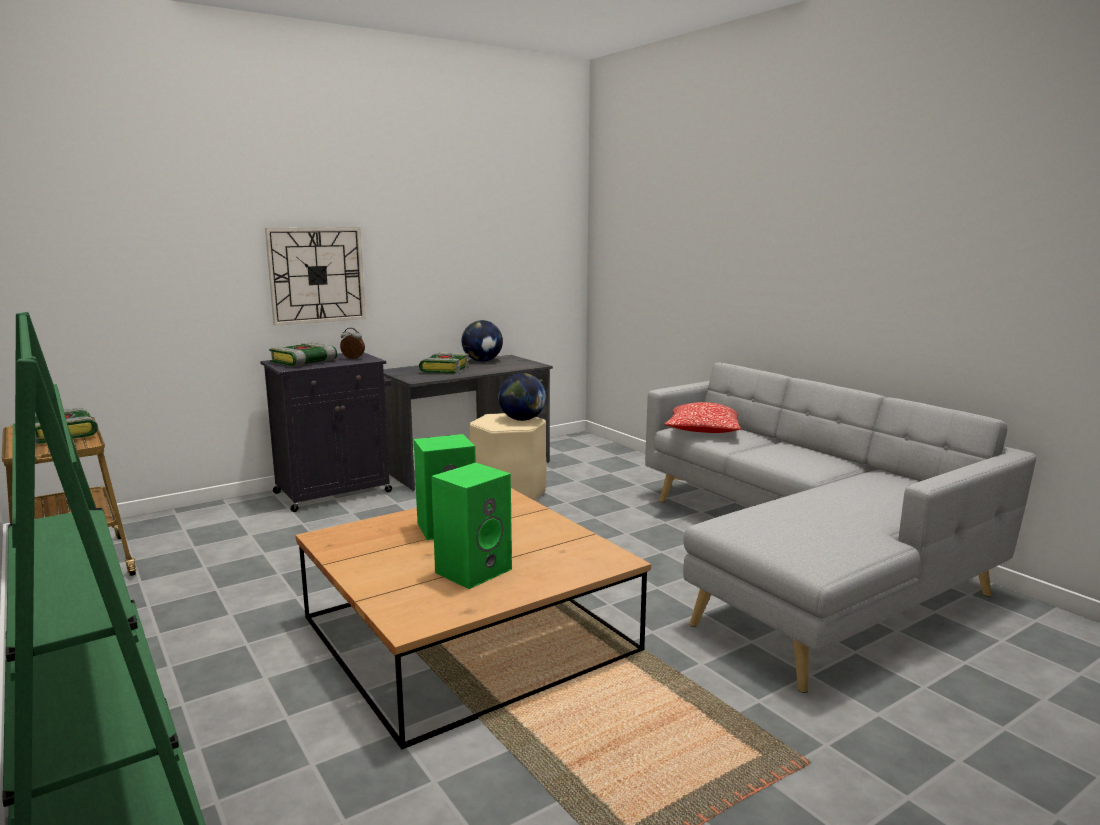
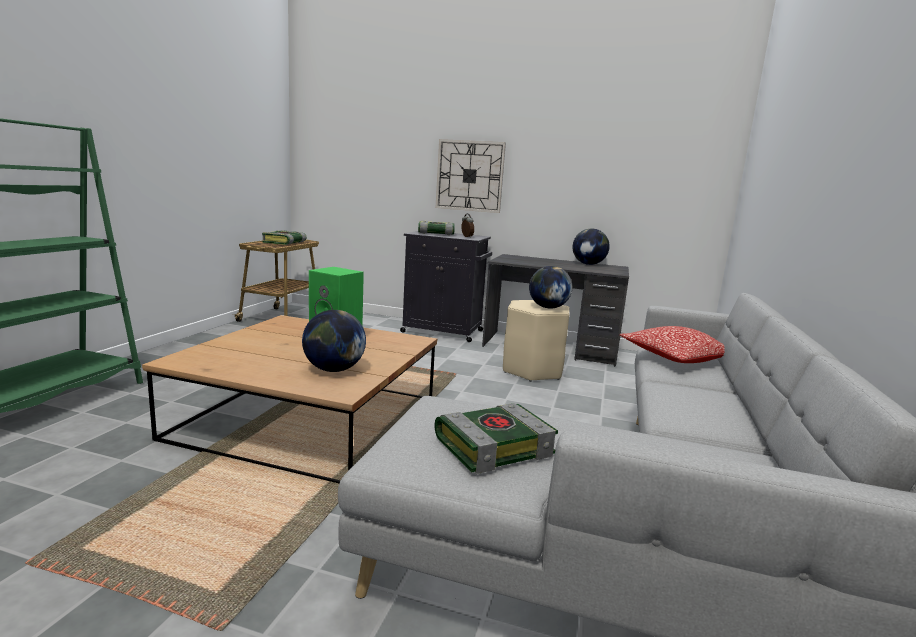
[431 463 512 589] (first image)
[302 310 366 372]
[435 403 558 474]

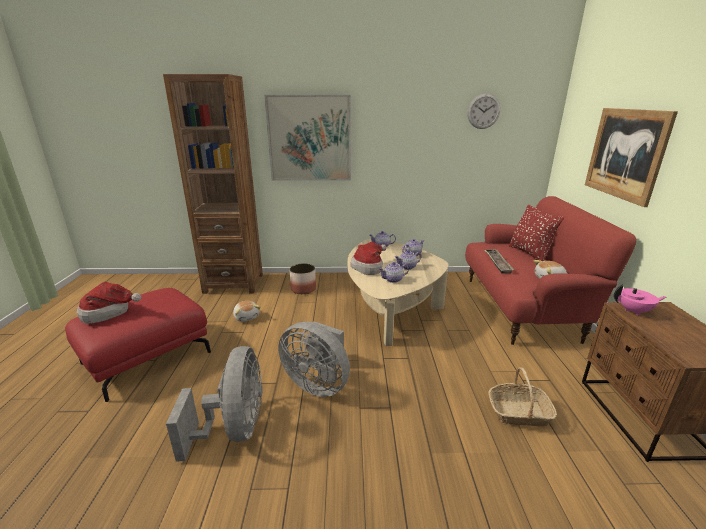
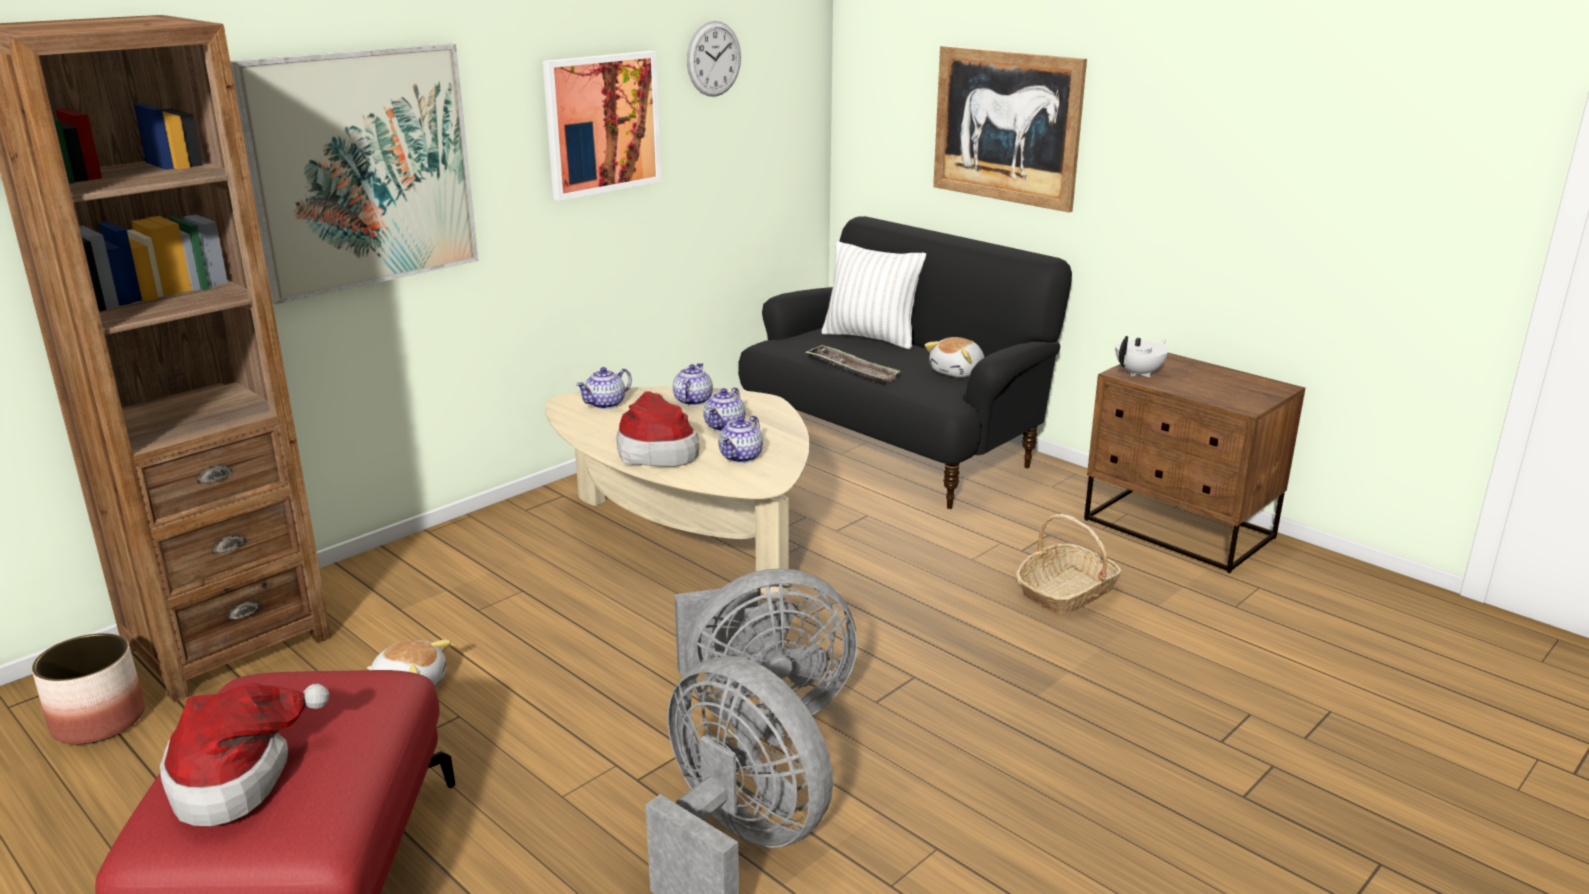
[543 51 661 201]
[32 633 145 744]
[738 216 1072 509]
[821 242 926 349]
[1115 336 1168 378]

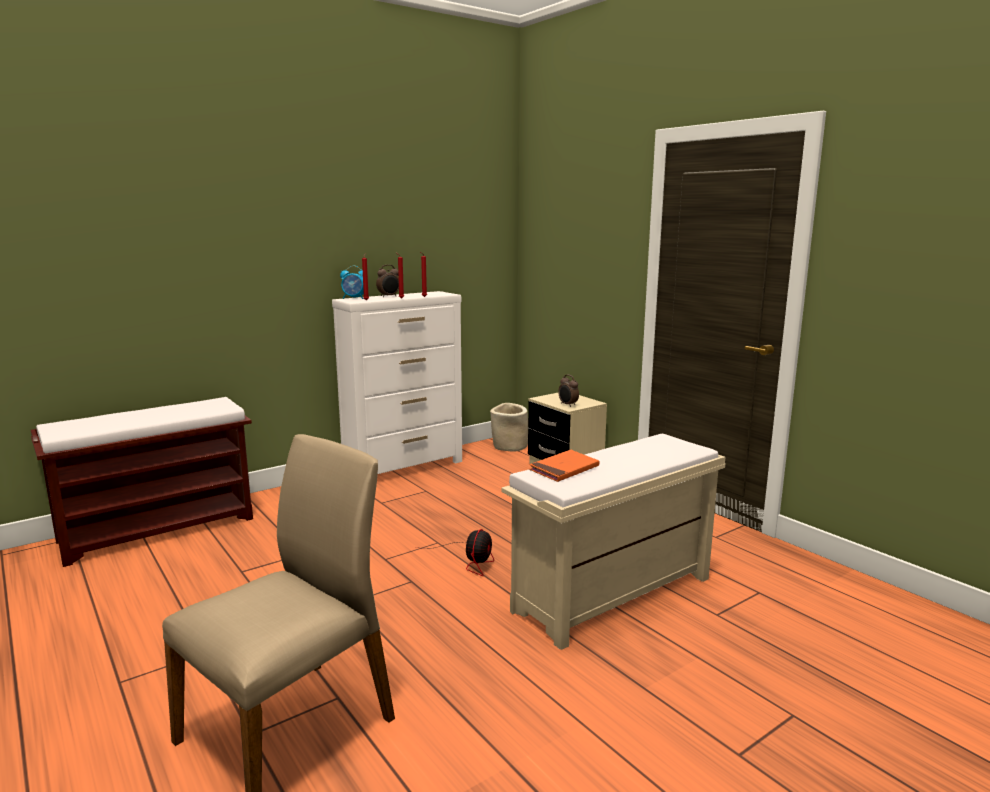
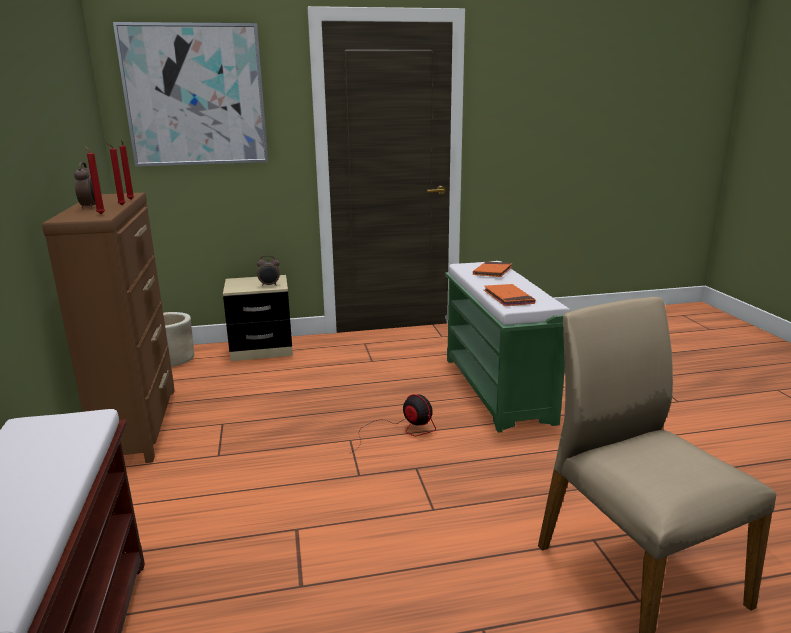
[340 266 364 299] (first image)
[113 22 268 166]
[473 261 512 277]
[42 192 175 463]
[445 261 570 433]

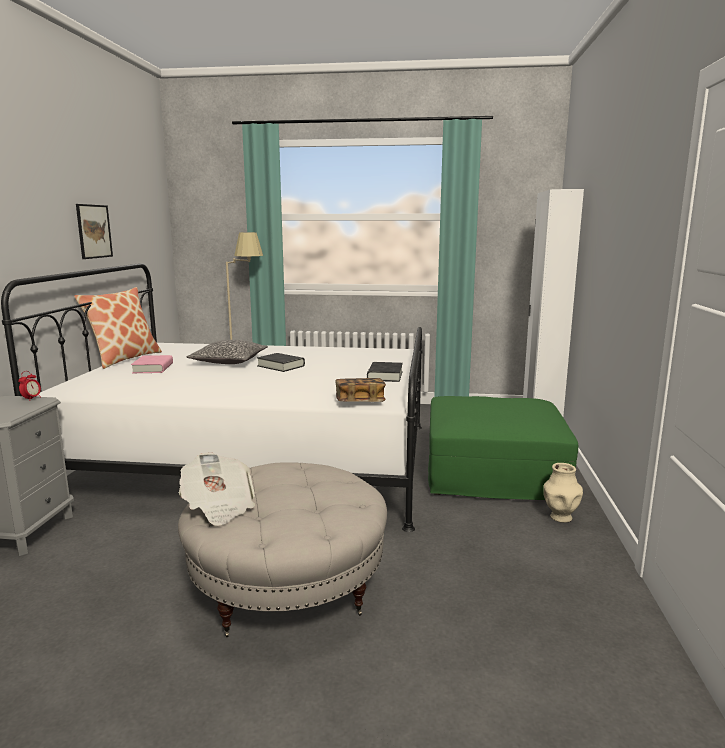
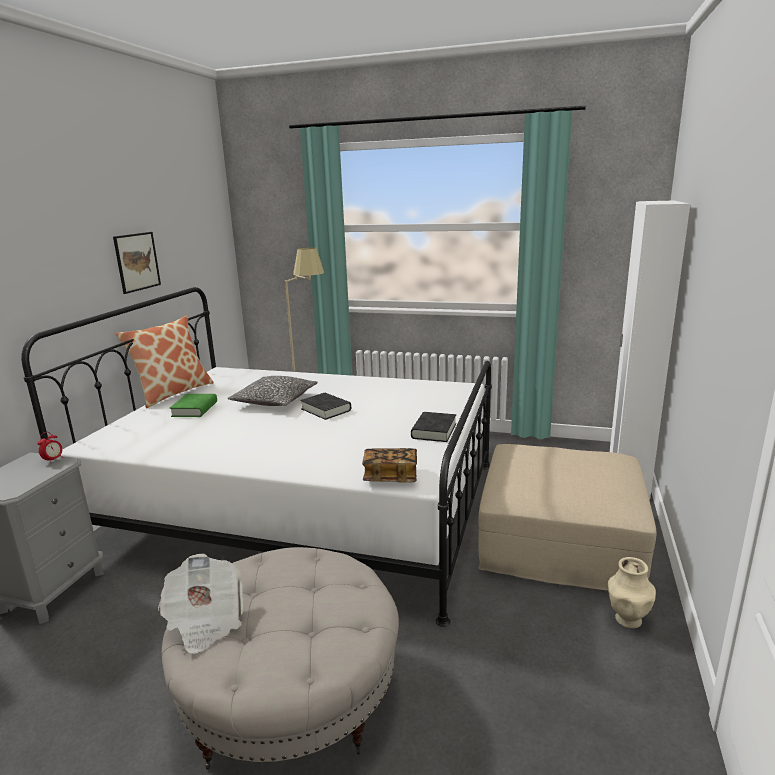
[170 394 217 417]
[478 444 657 591]

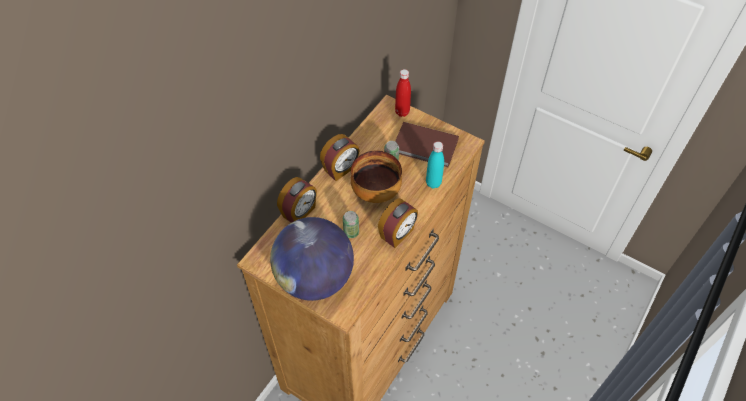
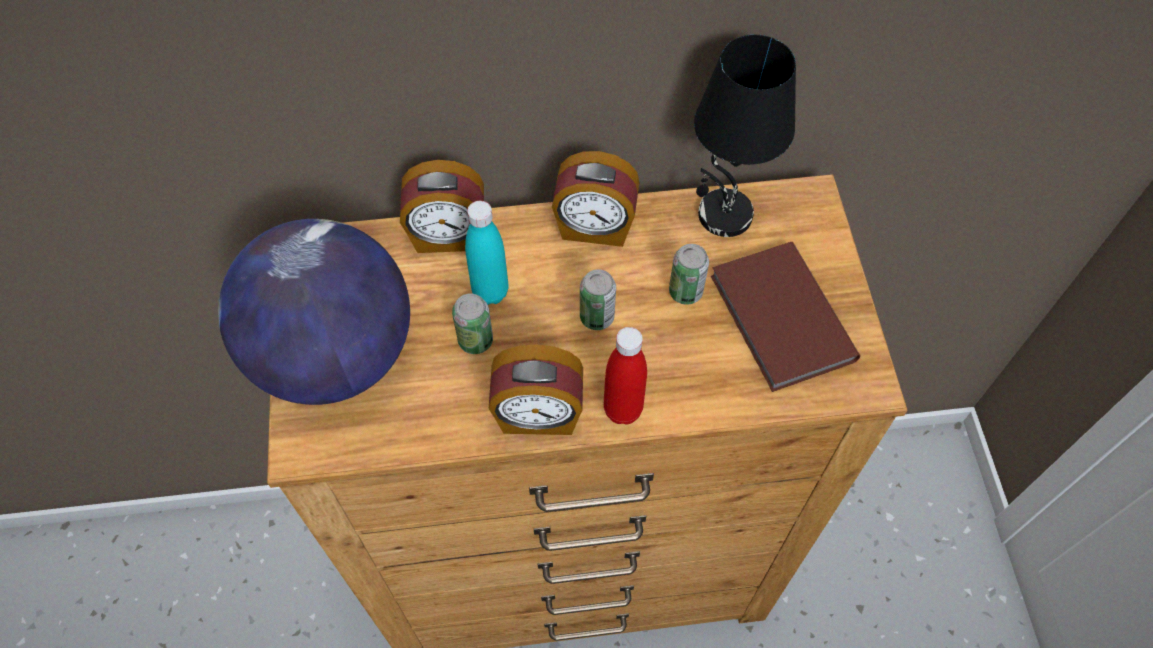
[694 34 796 237]
[604 327 647 425]
[465 201 508 305]
[580 269 616 330]

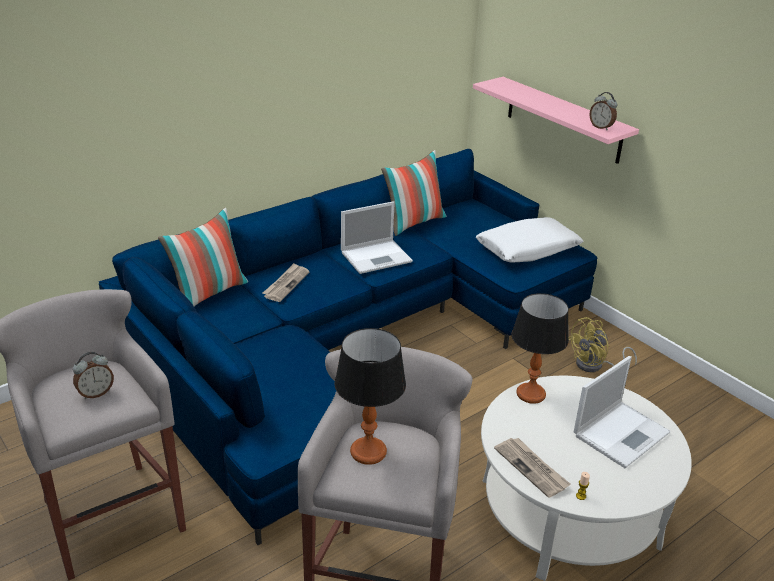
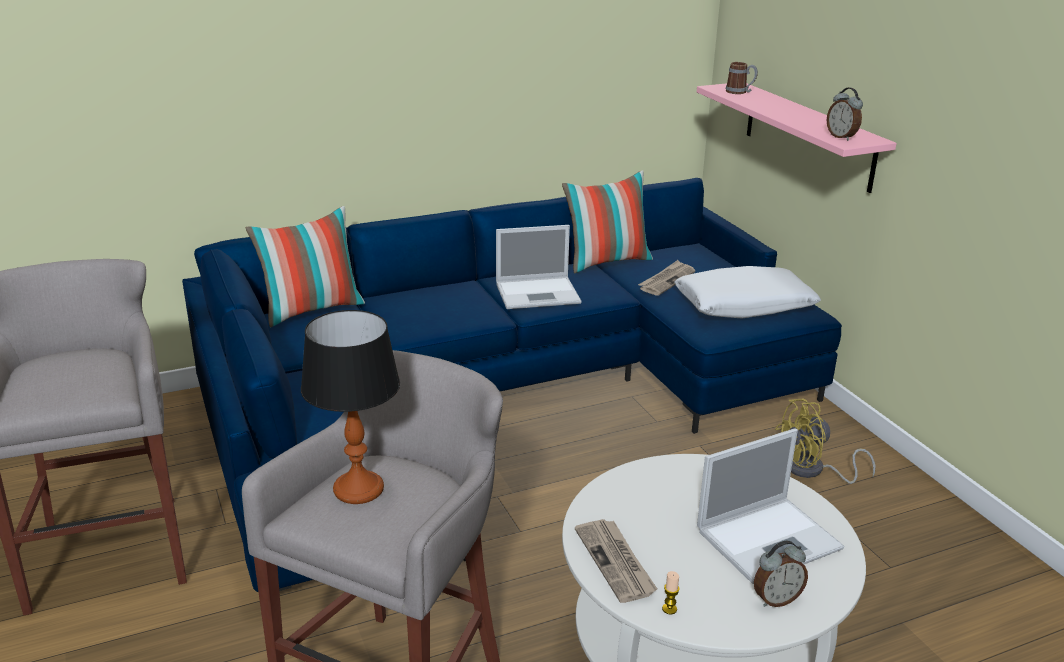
[511 293 569 404] (first image)
[726 62 758 94]
[754 541 808 607]
[638 260 695 296]

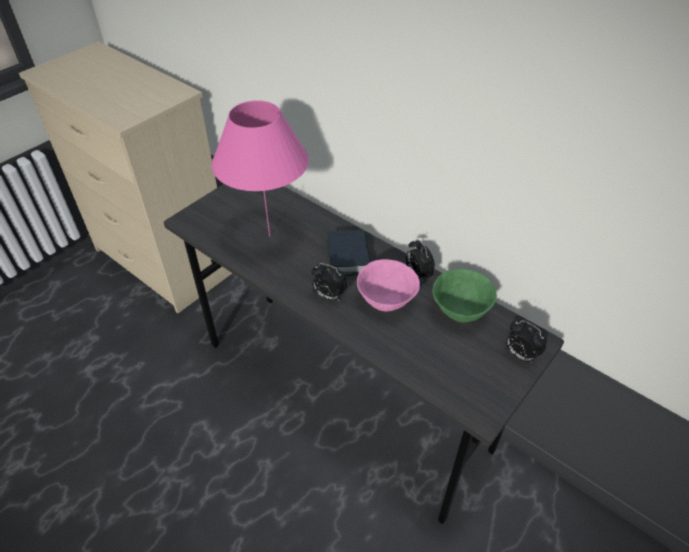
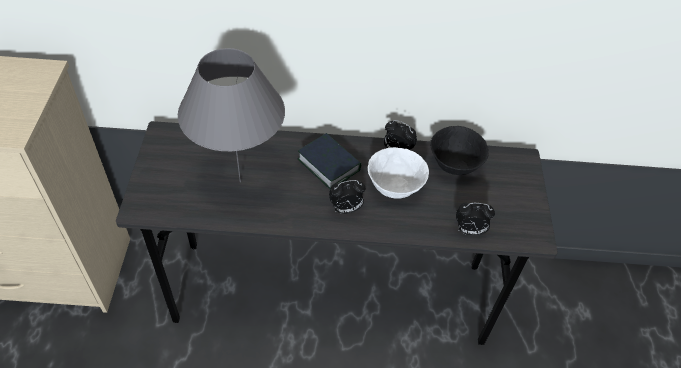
[456 203 495 236]
[178 48 285 182]
[368 147 429 199]
[430 126 489 175]

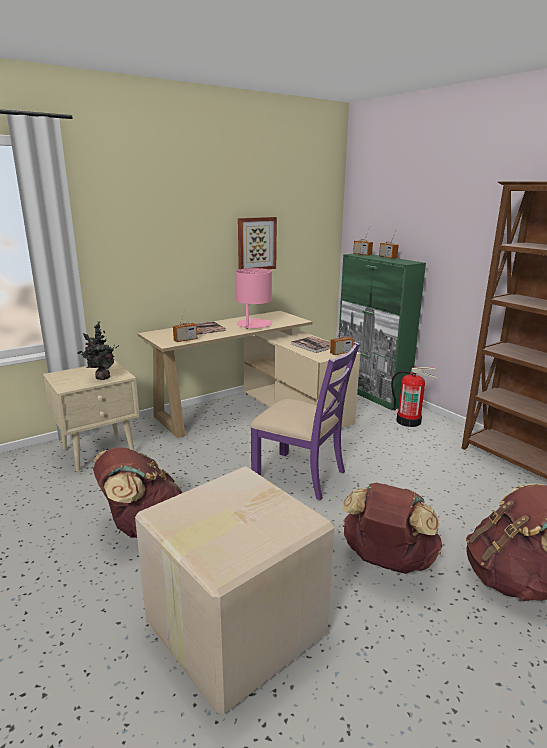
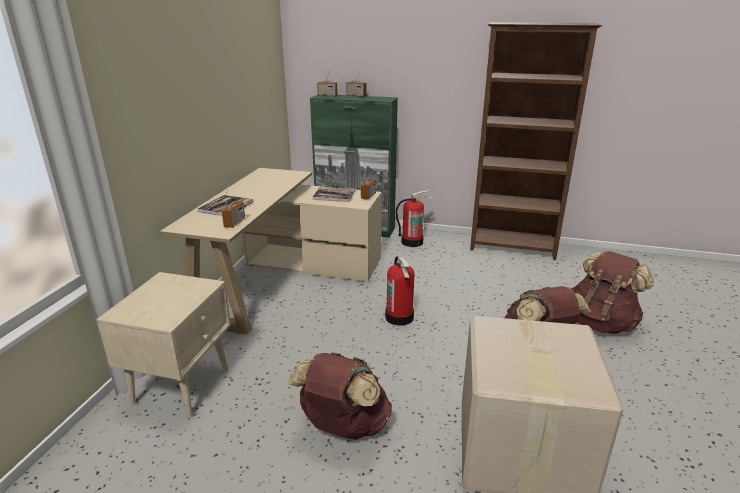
[77 321 119 380] (first image)
[235 268 272 329] (first image)
[238 217 277 269] (first image)
[385 256 414 326]

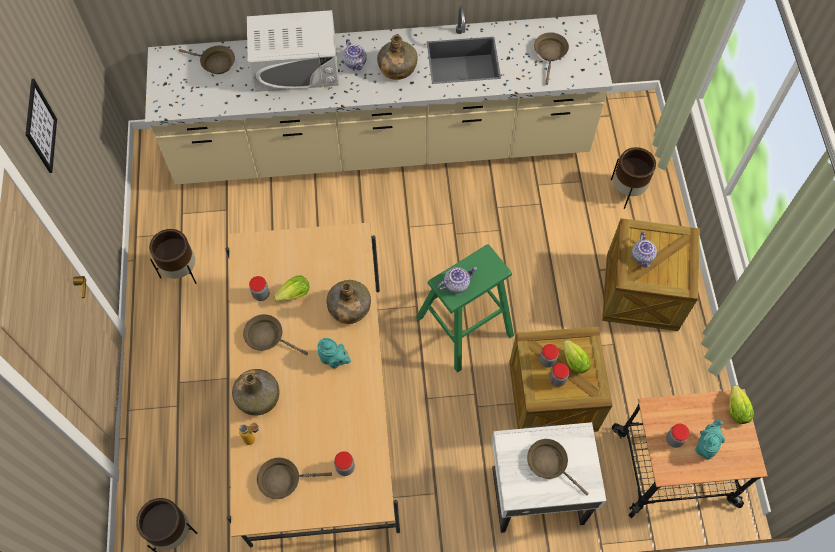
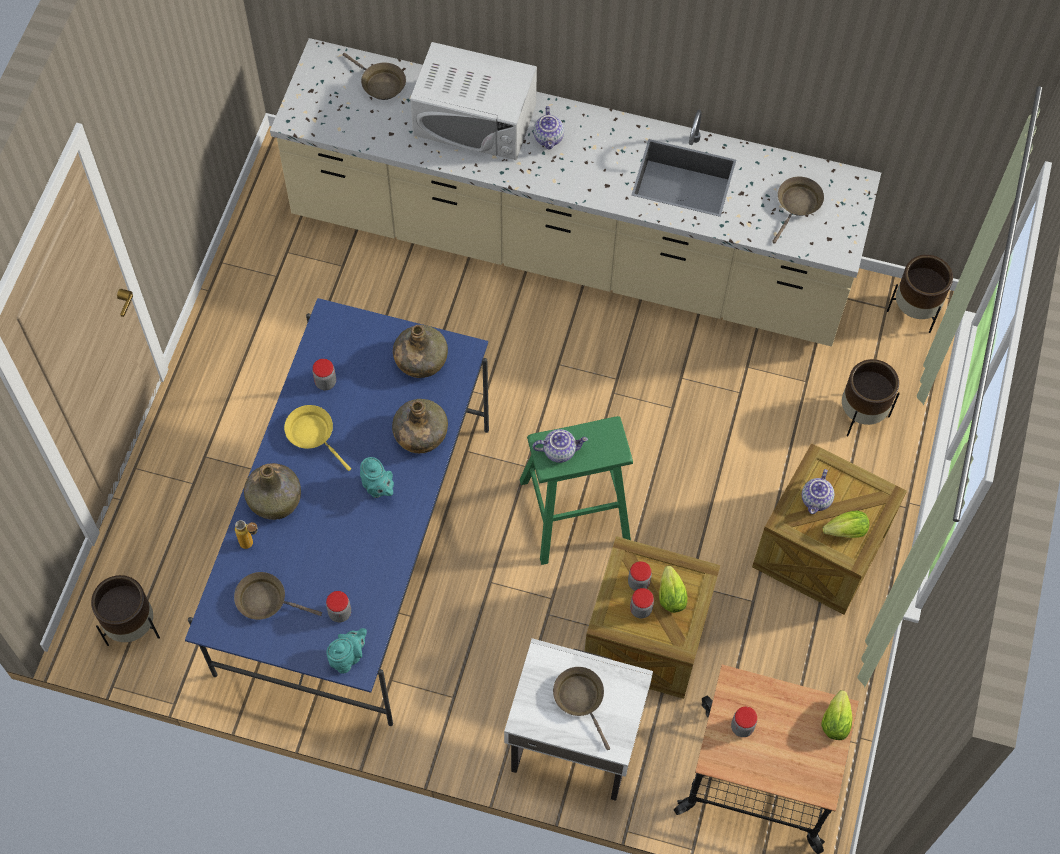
[25 79 57 173] (first image)
[887 255 953 333]
[823 511 870 538]
[393 325 448 378]
[326 628 367 674]
[185 298 489 726]
[284 405 351 471]

